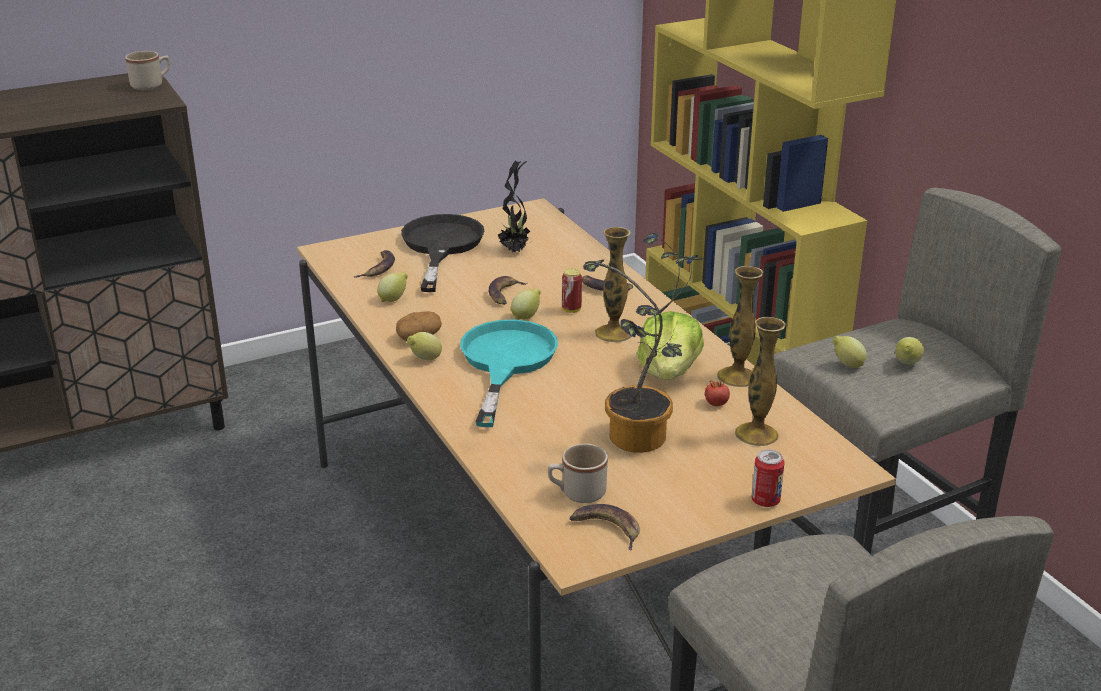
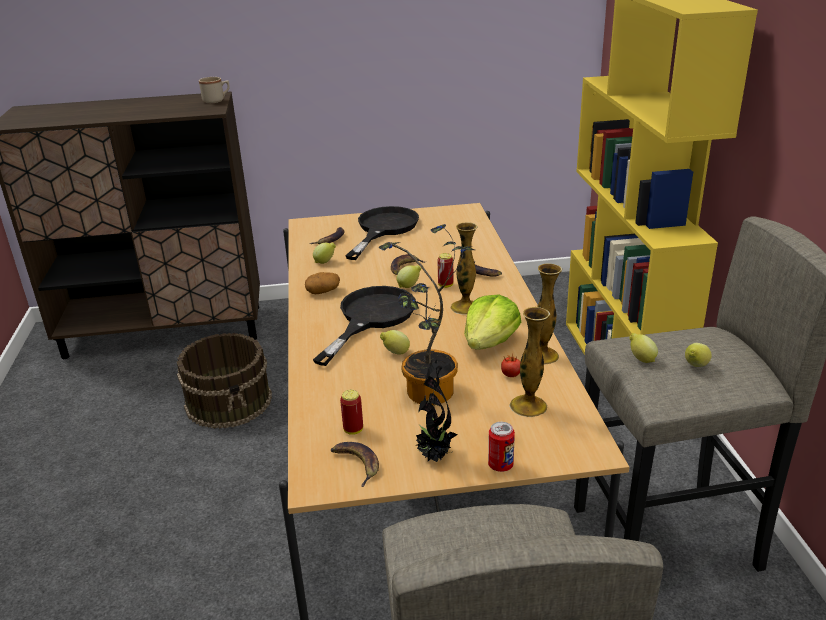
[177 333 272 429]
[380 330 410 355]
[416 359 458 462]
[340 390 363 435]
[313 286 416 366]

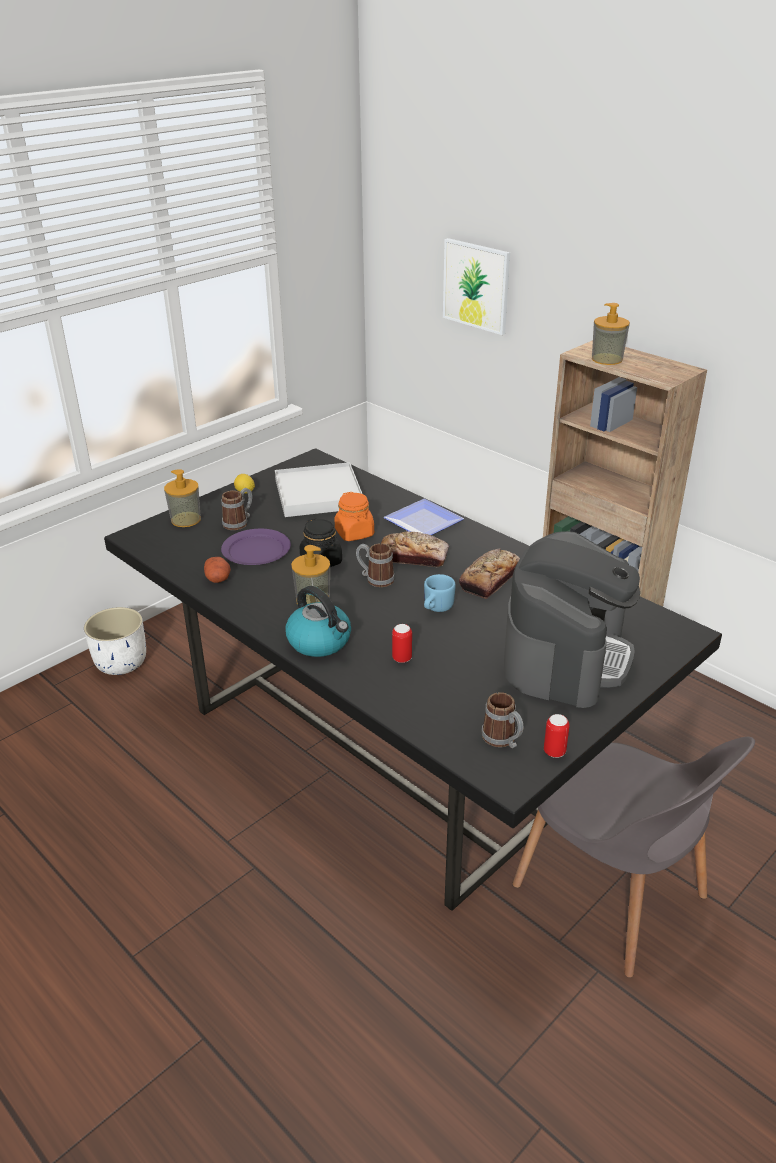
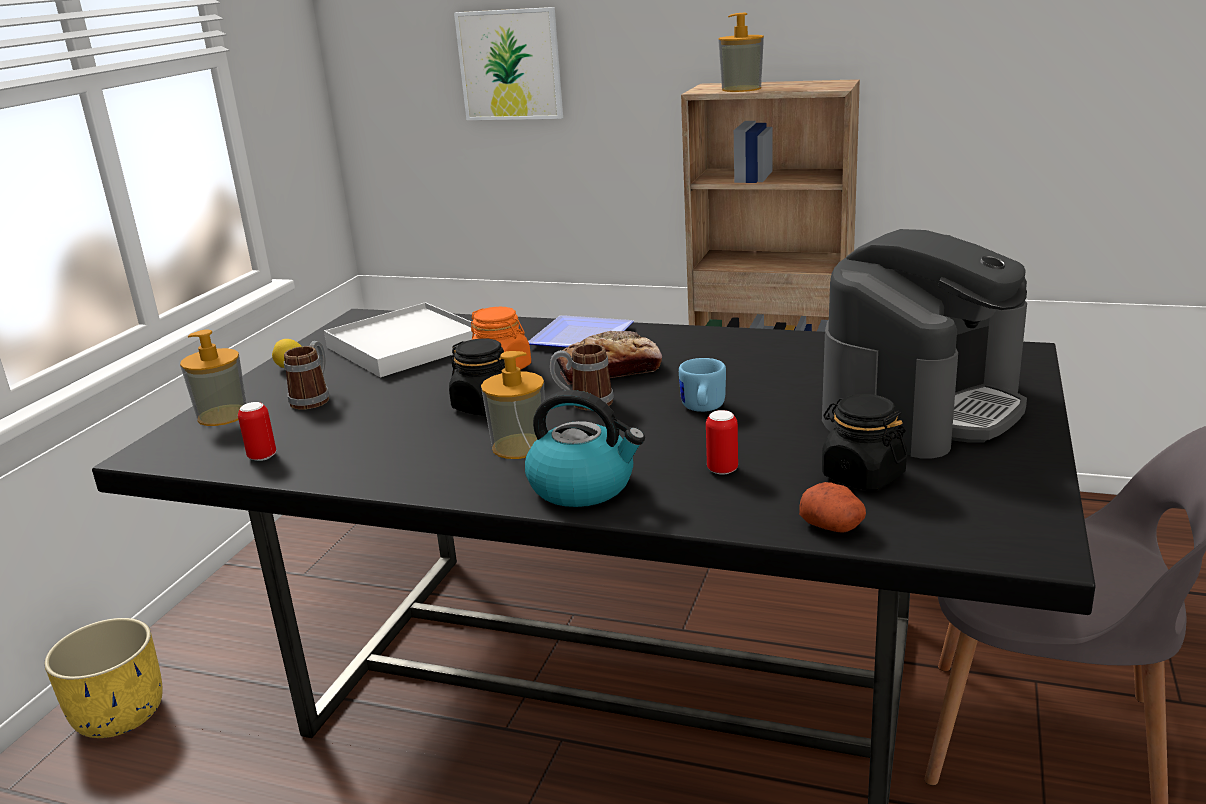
[221 529 291 565] (first image)
[459 549 520 599] (first image)
[481 692 523 748] (first image)
[822 394 907 491]
[799 482 866 532]
[238 402 276 461]
[44 618 163 738]
[822 229 1027 458]

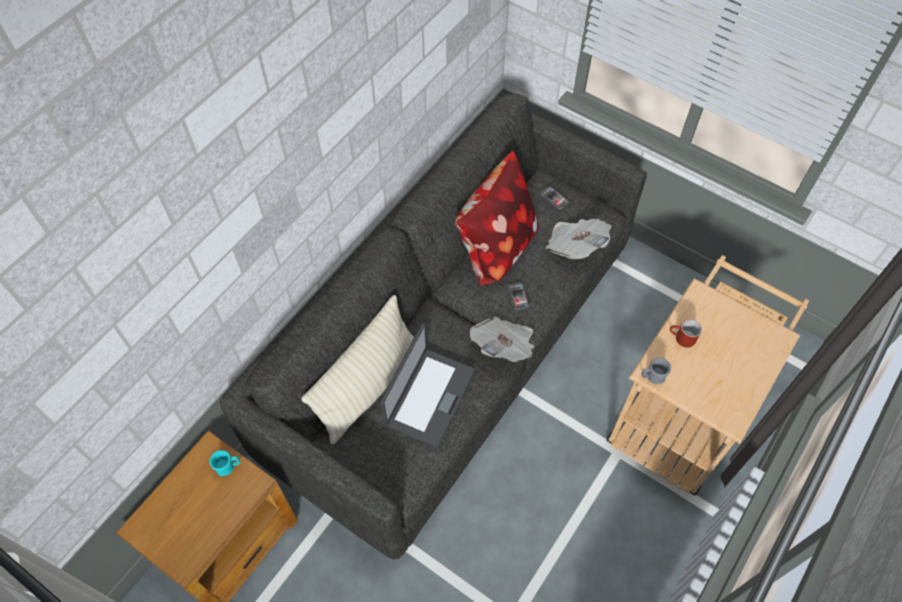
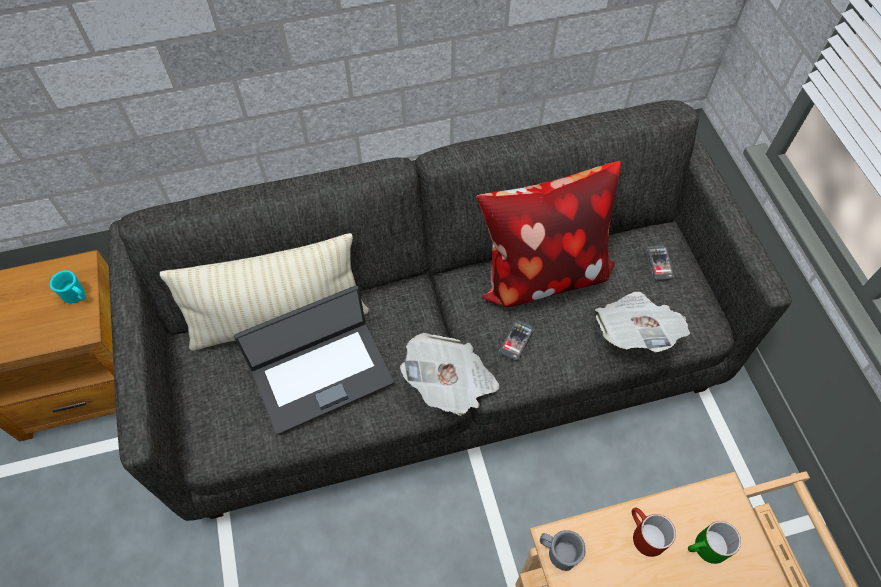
[688 521 741 564]

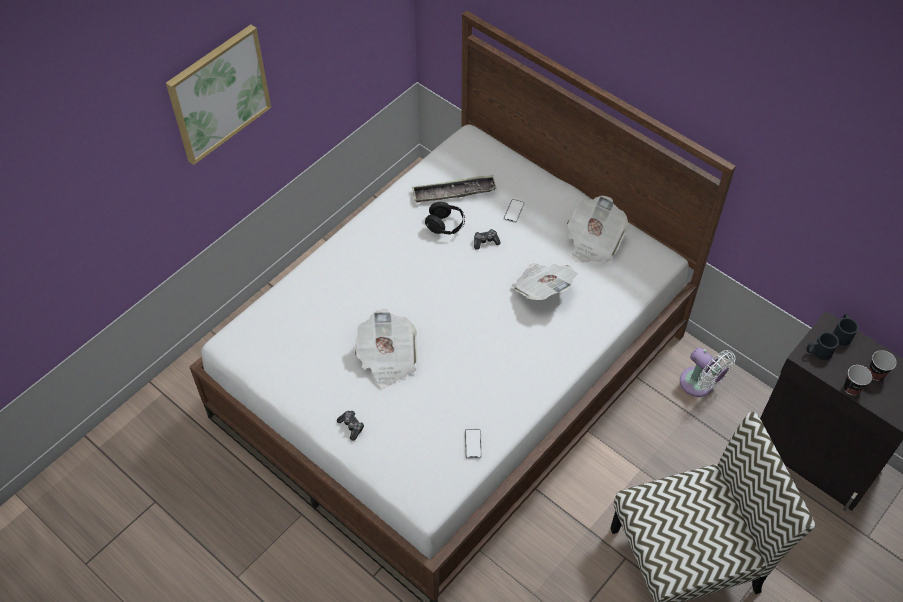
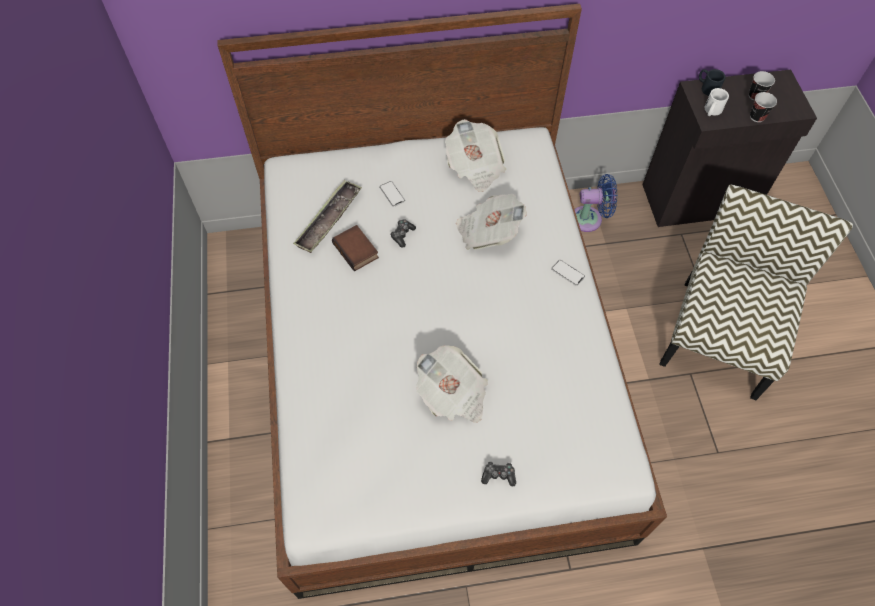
[166 24 271 165] (first image)
[551 260 585 286]
[332 225 379 271]
[574 174 617 232]
[705 88 729 116]

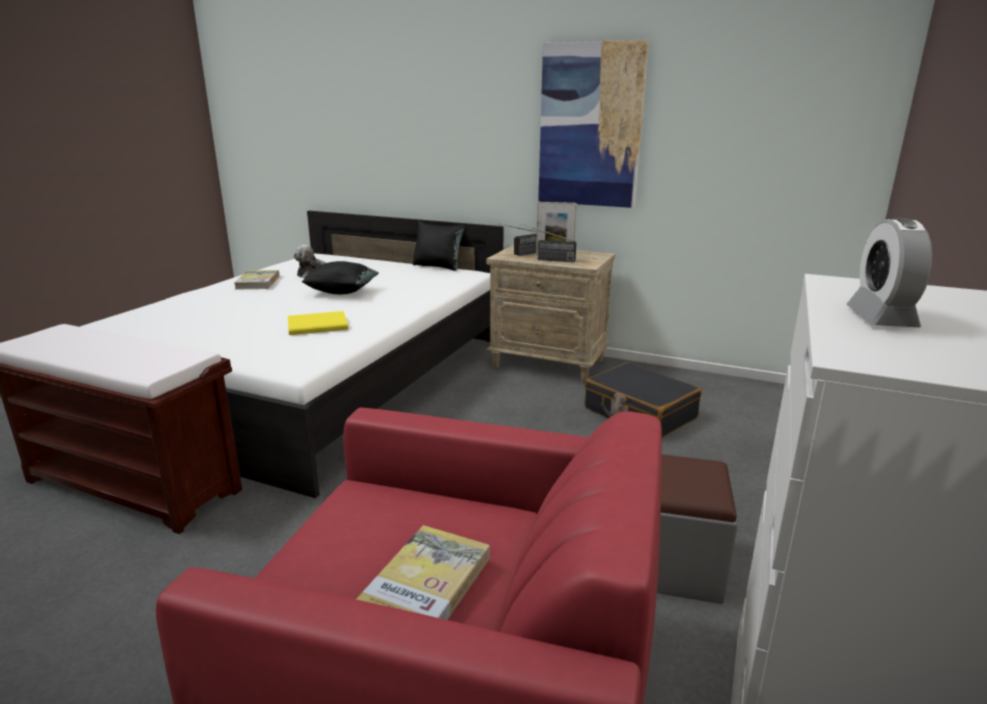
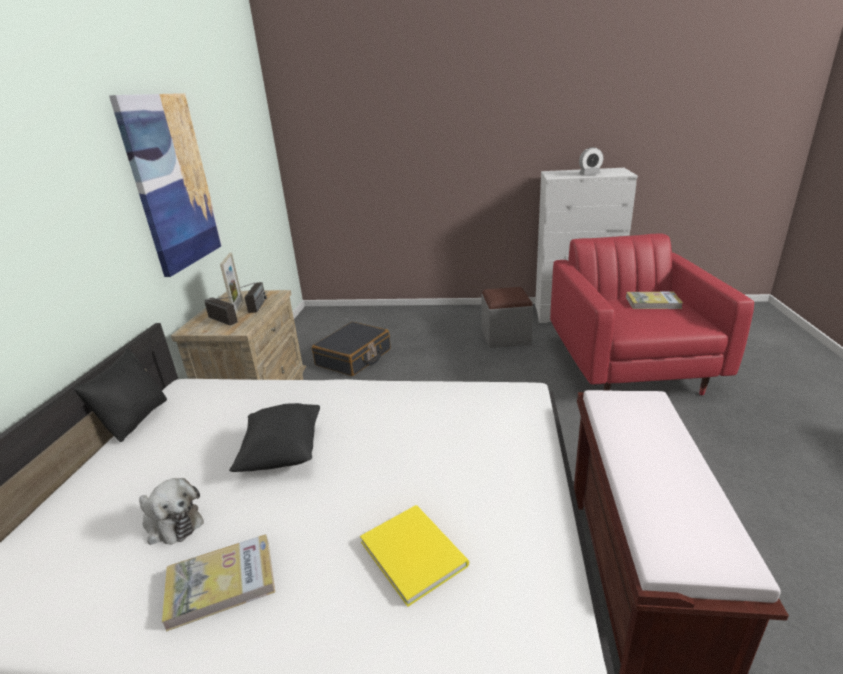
[360 505 469 607]

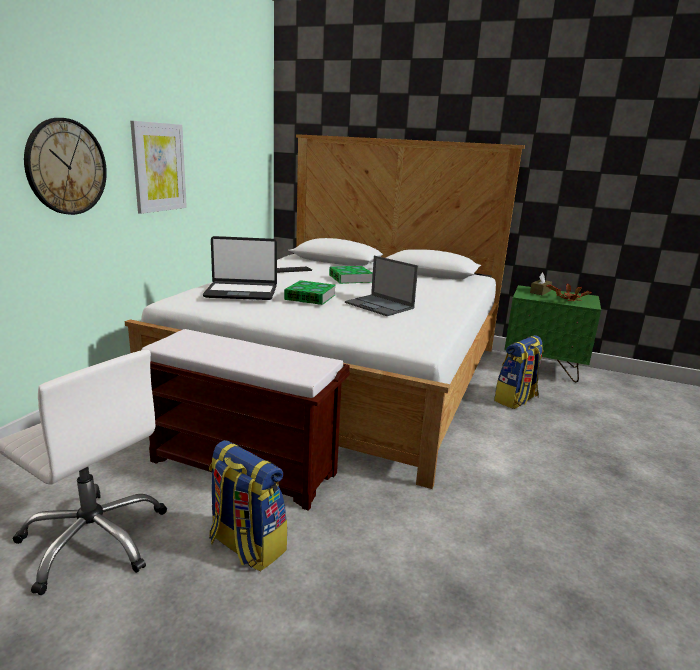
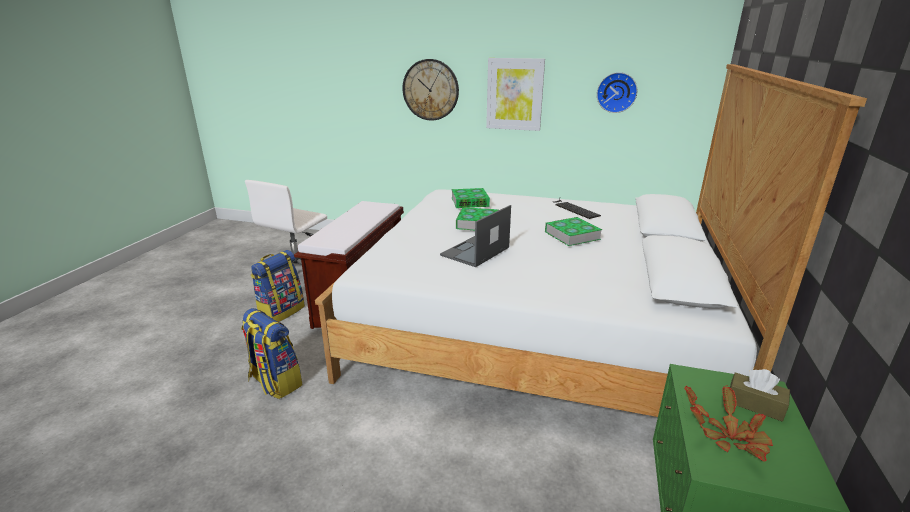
[597 72 637 113]
[241 308 303 399]
[452 188 490 208]

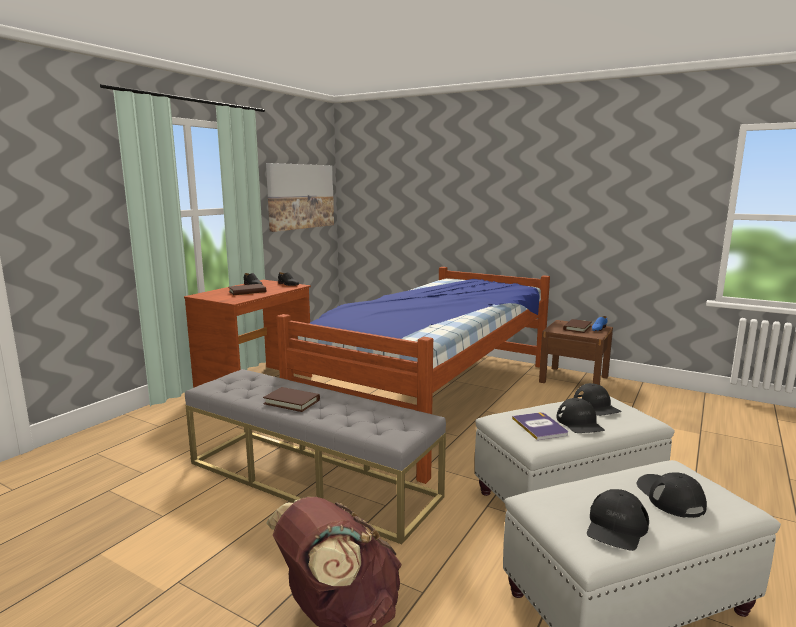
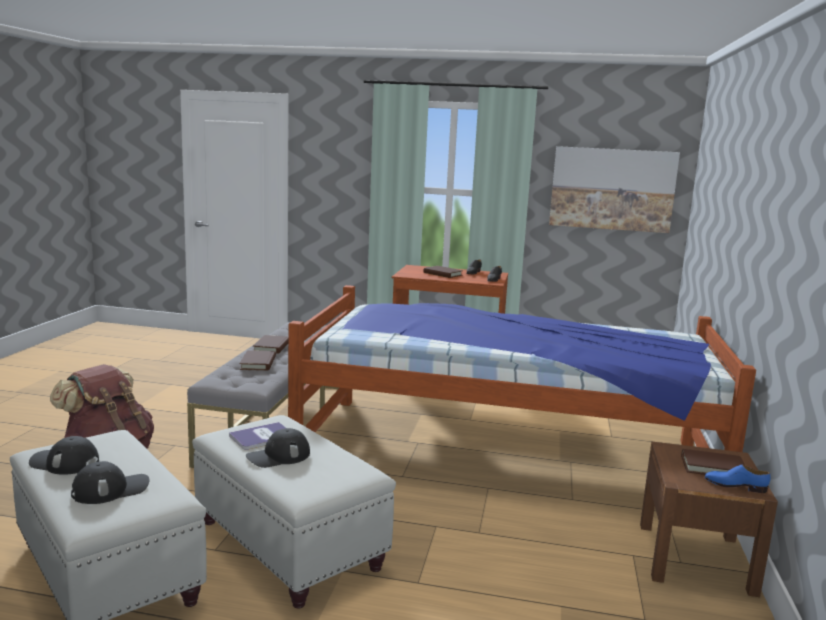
[574 383 622 416] (first image)
[239 350 276 371]

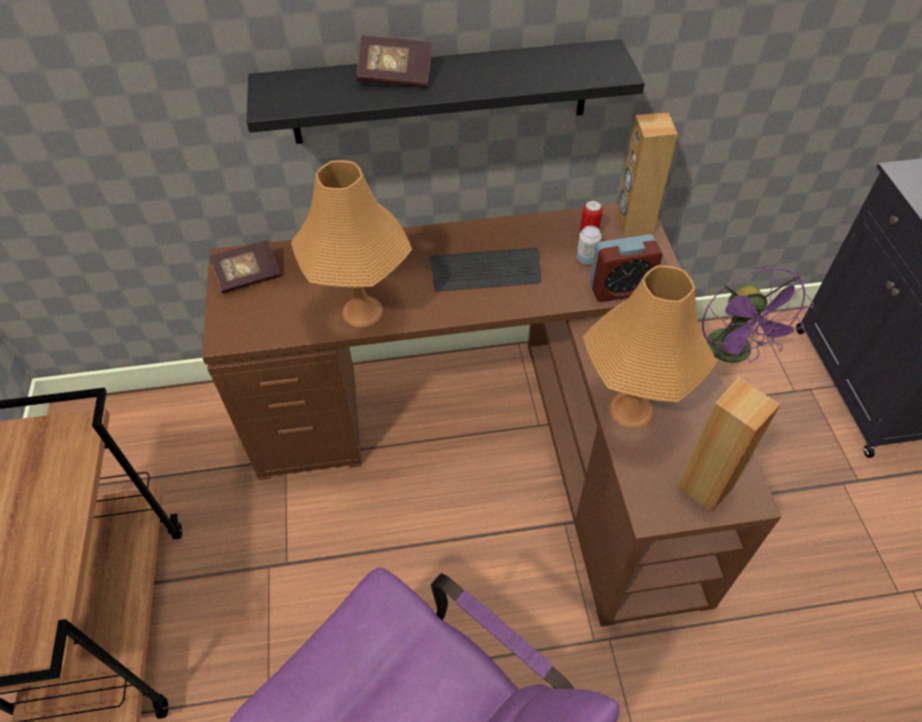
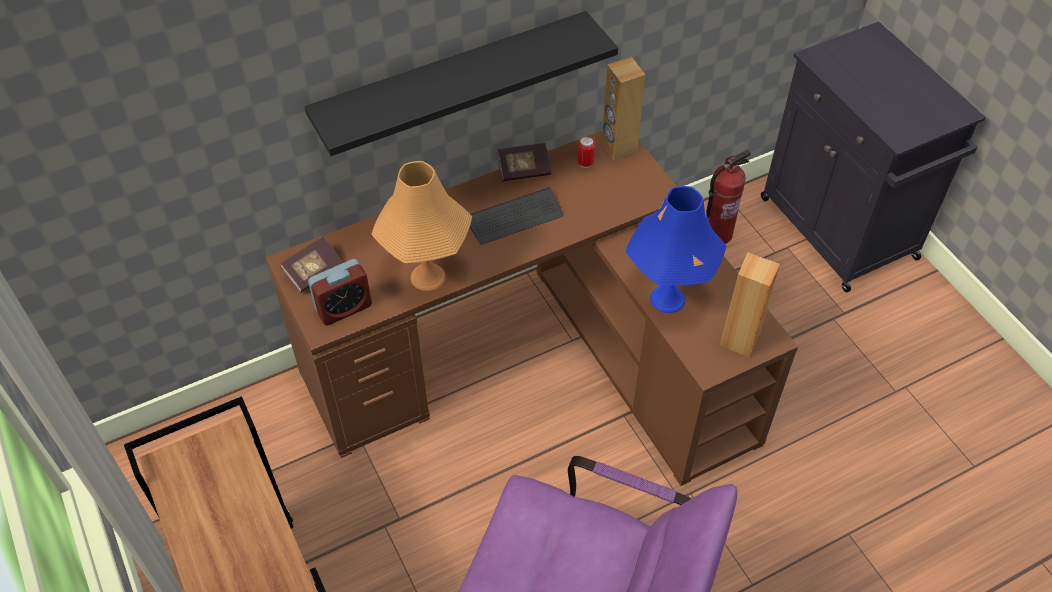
[576 226 601 264] (first image)
[496 143 552 182]
[308 259 372 326]
[706 149 751 244]
[626 186 727 313]

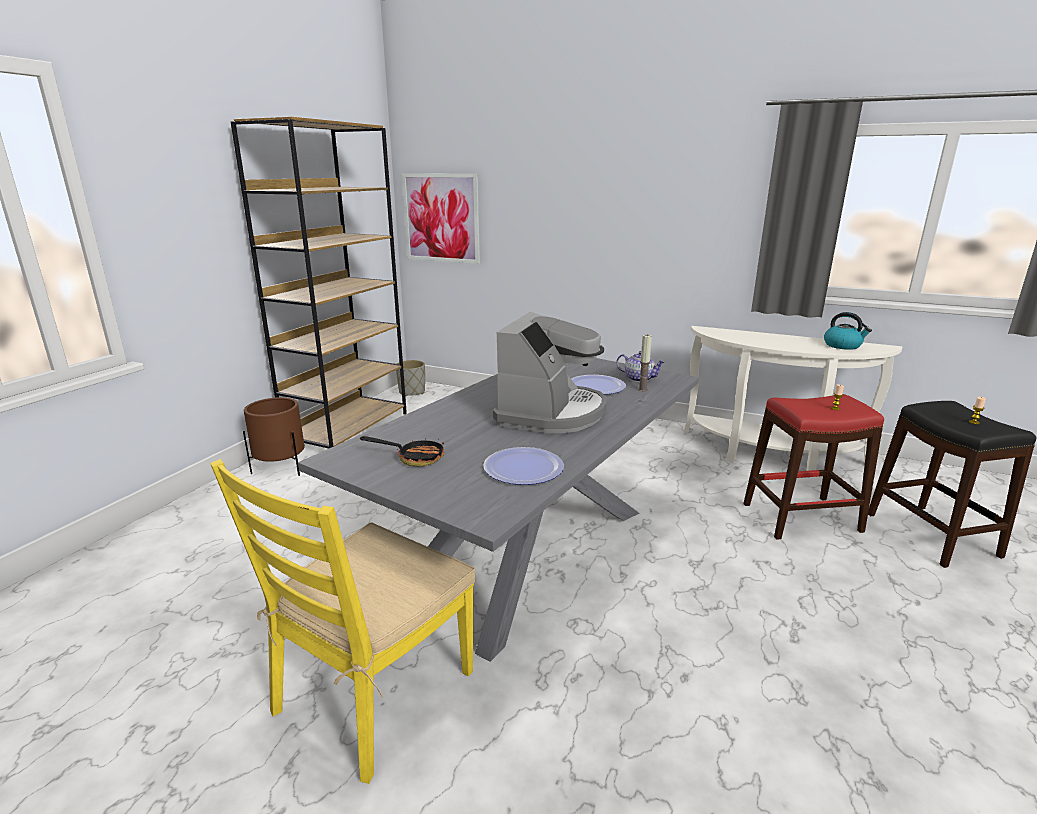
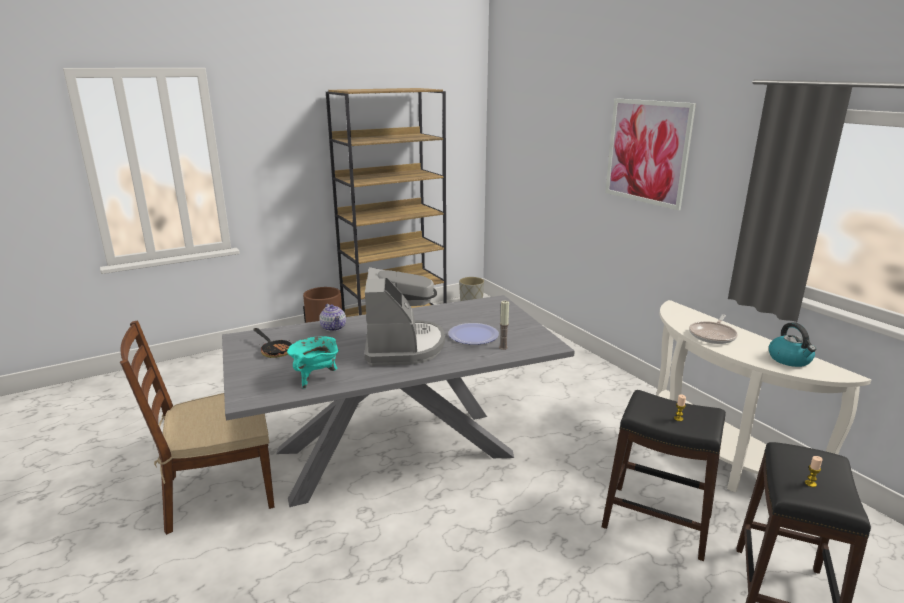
[689 314 738 344]
[605 98 696 211]
[319 304 346 332]
[287 337 339 389]
[120 321 275 535]
[602 390 726 561]
[364 267 445 366]

